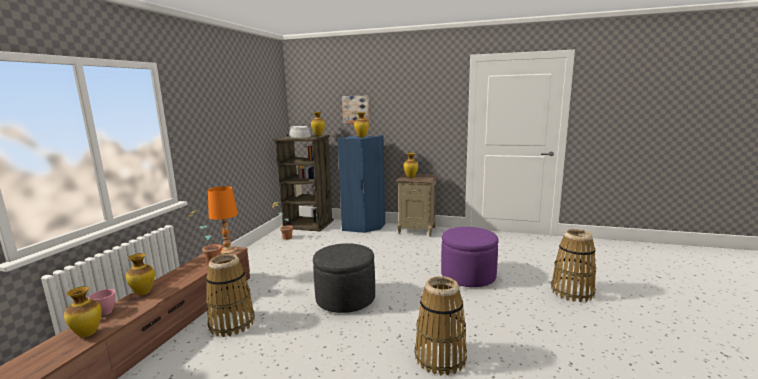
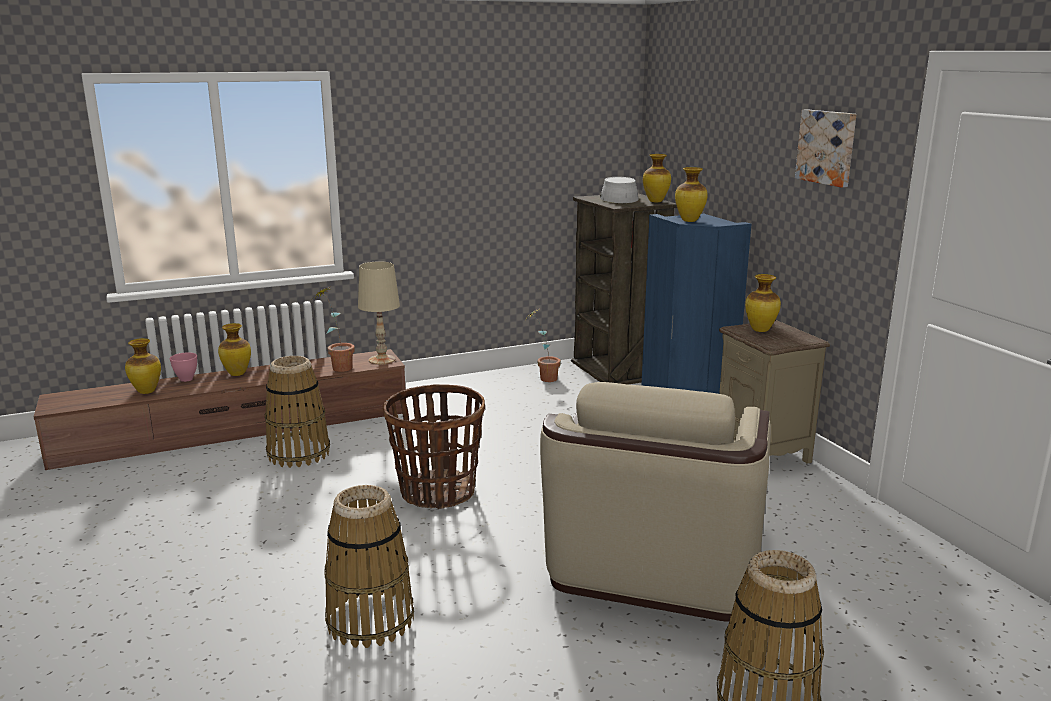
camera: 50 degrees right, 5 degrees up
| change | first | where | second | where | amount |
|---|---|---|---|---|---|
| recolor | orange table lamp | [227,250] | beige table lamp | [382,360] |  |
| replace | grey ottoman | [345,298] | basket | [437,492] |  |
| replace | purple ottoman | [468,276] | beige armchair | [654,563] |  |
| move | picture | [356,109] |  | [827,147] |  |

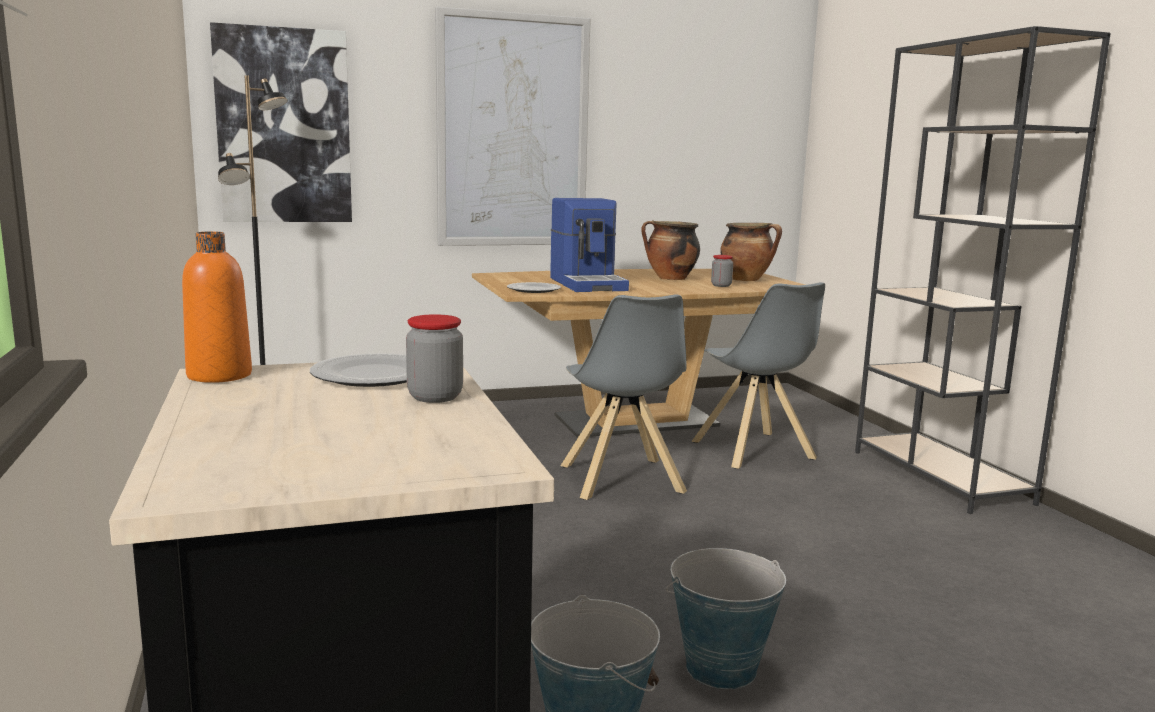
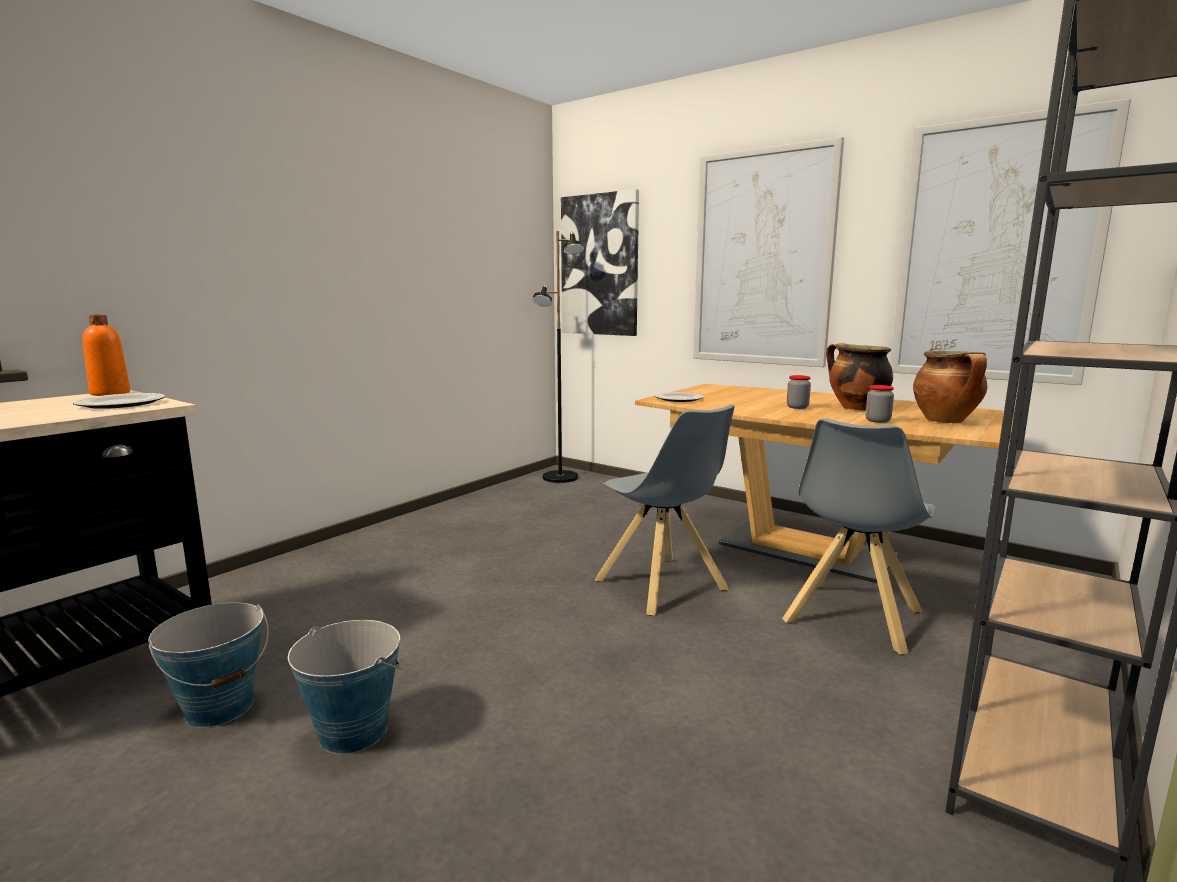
camera: 55 degrees right, 0 degrees up
| change | first | where | second | where | amount |
|---|---|---|---|---|---|
| rotate | grey chair | [622,480] |  | [663,586] | 75 degrees counterclockwise |
| move | jar | [435,397] |  | [797,407] |  |
| insert |  |  | picture | [996,252] |  |
| delete | coffee machine | [588,284] |  |  |  |

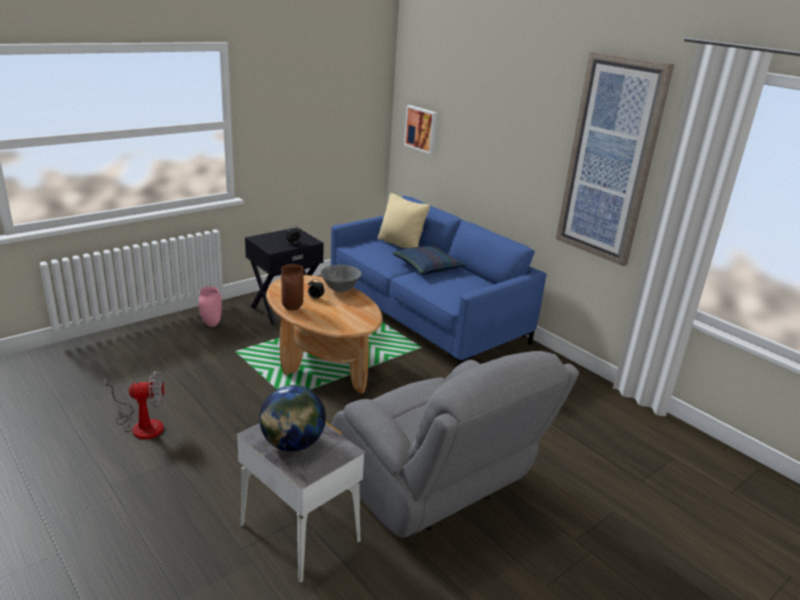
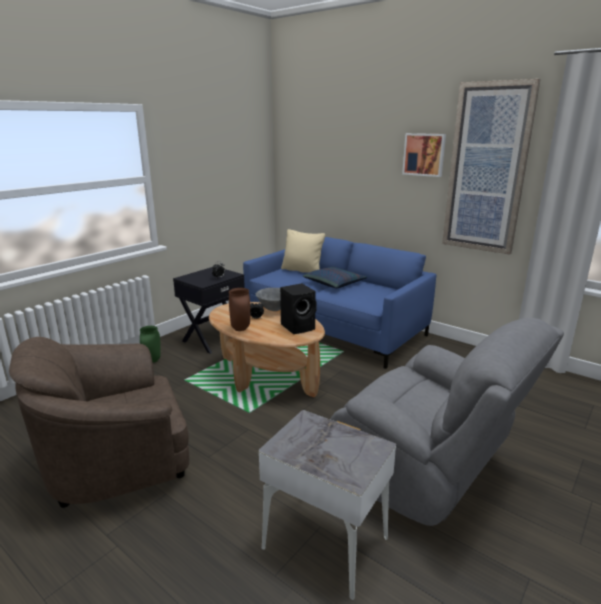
camera: 10 degrees left, 5 degrees down
| change | first | where | second | where | amount |
|---|---|---|---|---|---|
| replace | fan | [141,425] | brown armchair | [118,464] |  |
| recolor | pink vase | [211,324] | green vase | [152,360] |  |
| insert |  |  | black speaker | [299,327] |  |
| move | picture | [422,129] |  | [424,154] |  |
| delete | globe | [292,444] |  |  |  |

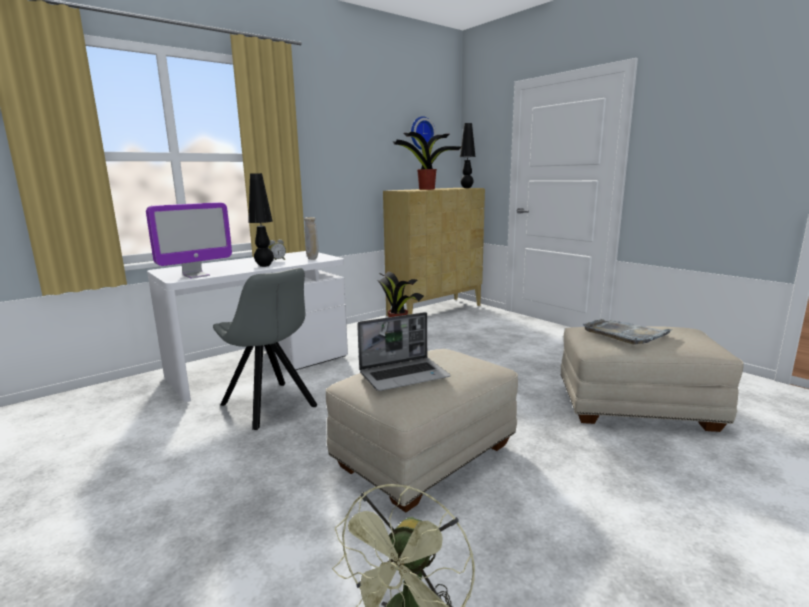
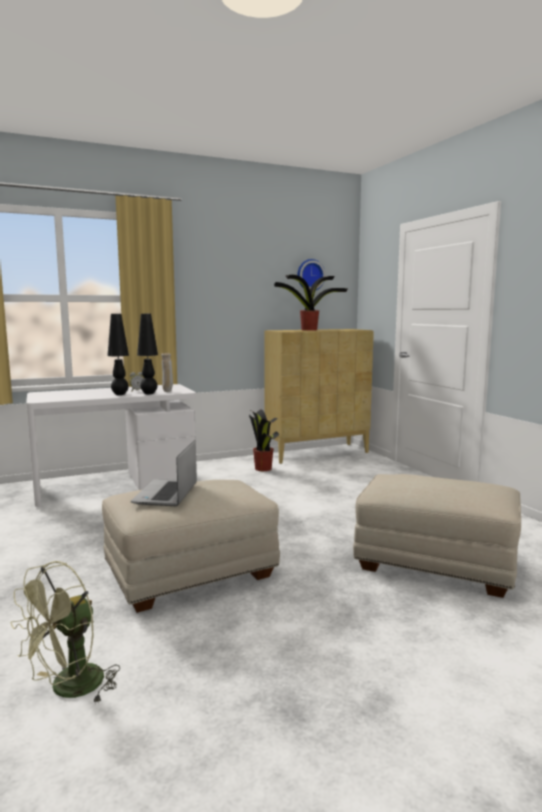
camera: 15 degrees right, 5 degrees down
| change | first | where | second | where | amount |
|---|---|---|---|---|---|
| rotate | laptop | [404,375] |  | [166,494] | 105 degrees clockwise |
| move | black table lamp | [466,188] |  | [149,393] |  |
| delete | monitor | [196,275] |  |  |  |
| delete | grey chair | [269,405] |  |  |  |
| delete | grey tray | [625,333] |  |  |  |

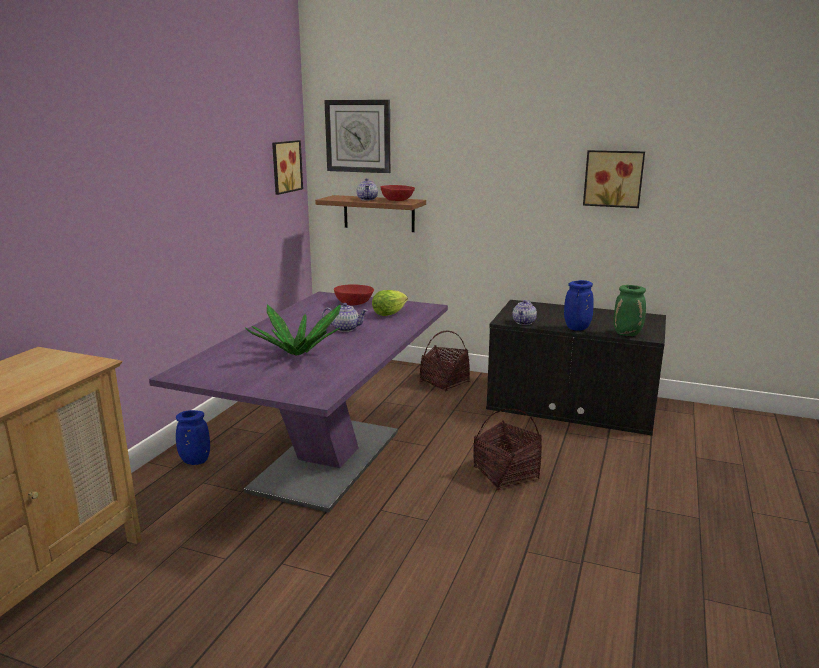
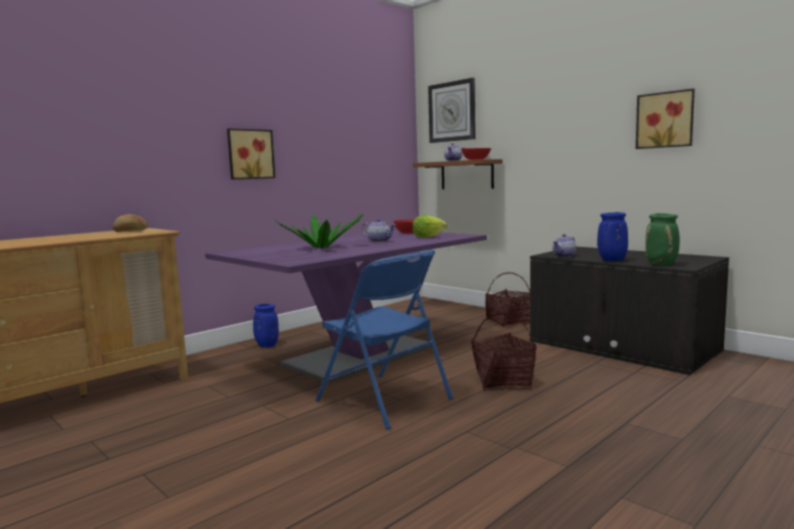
camera: 25 degrees right, 10 degrees down
| change | first | where | second | where | amount |
|---|---|---|---|---|---|
| insert |  |  | bread | [130,231] |  |
| move | picture | [285,166] |  | [250,154] |  |
| insert |  |  | blue chair | [383,400] |  |

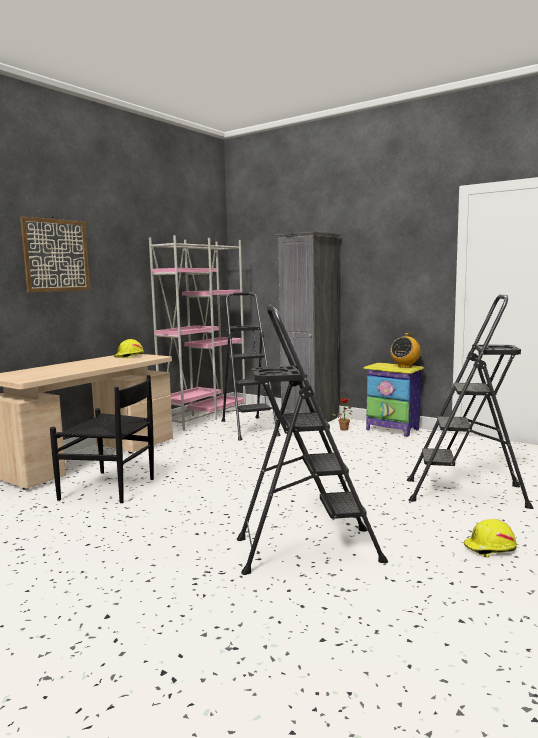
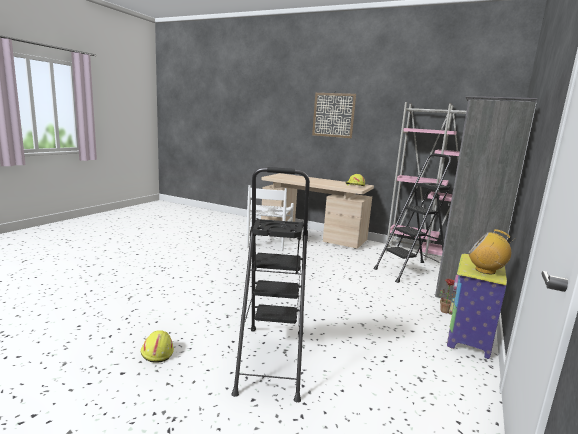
camera: 80 degrees right, 5 degrees up
| change | first | where | second | where | amount |
|---|---|---|---|---|---|
| recolor | black chair | [110,488] | white chair | [267,243] |  |
| delete | step ladder | [306,549] |  |  |  |

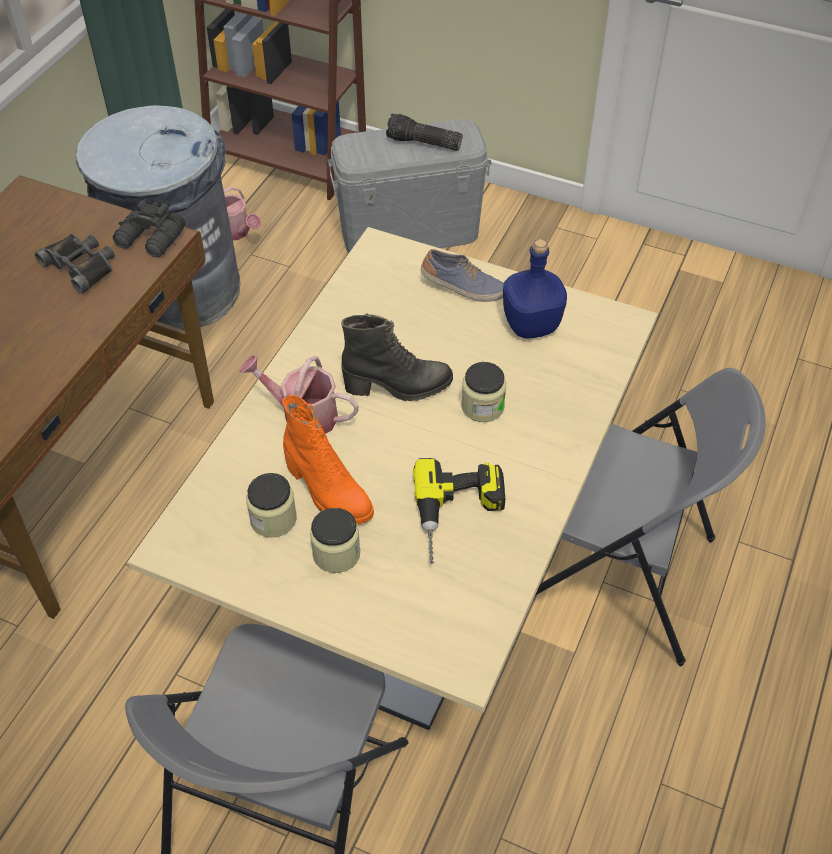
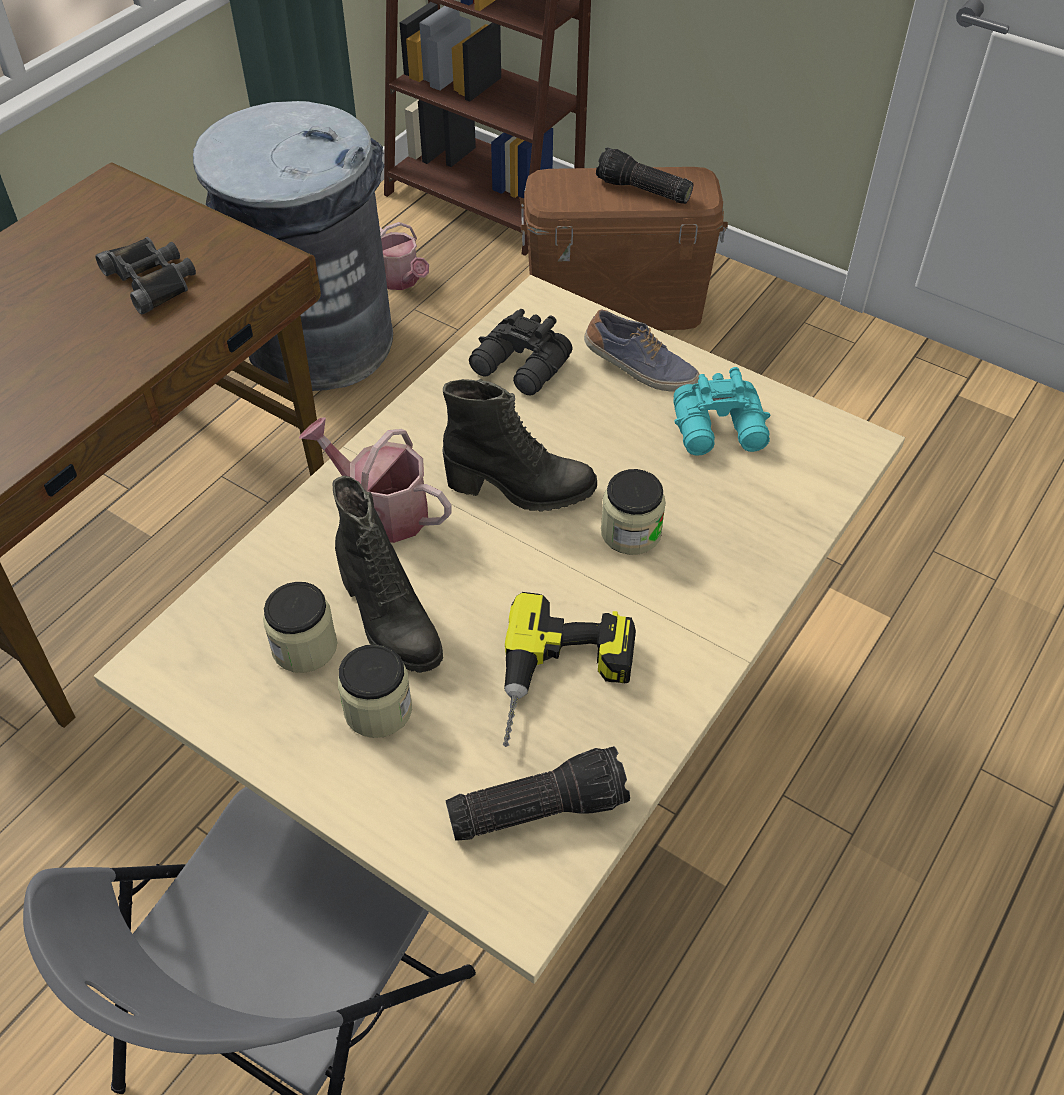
camera: 10 degrees right, 0 degrees up
| change | first | where | second | where | amount |
|---|---|---|---|---|---|
| recolor | orange boot | [327,492] | black boot | [388,620] |  |
| insert |  |  | flashlight | [538,806] |  |
| move | black binoculars | [151,239] |  | [521,368] |  |
| recolor | grey storage box | [409,232] | brown storage box | [615,306] |  |
| replace | blue bottle | [530,325] | turquoise binoculars | [721,430] |  |
| delete | grey chair | [611,573] |  |  |  |

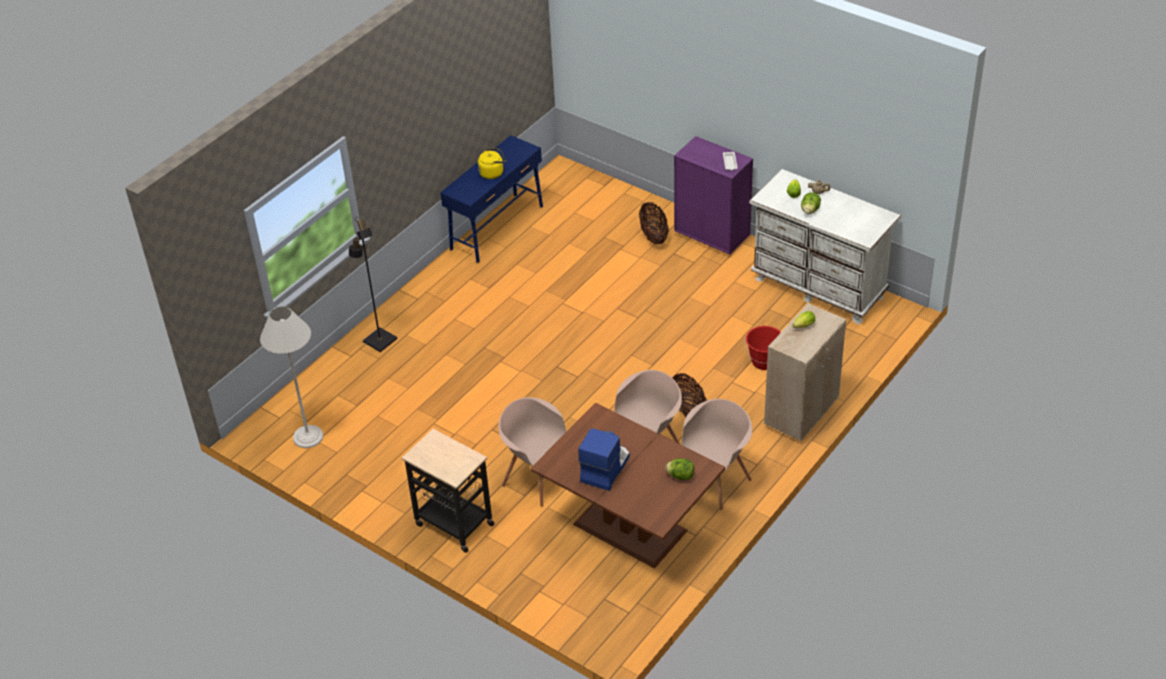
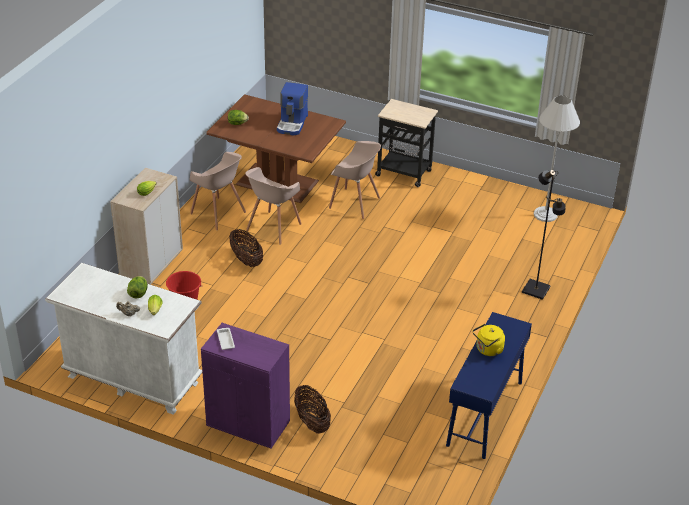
camera: 165 degrees right, 5 degrees down
| change | first | where | second | where | amount |
|---|---|---|---|---|---|
| rotate | beige chair | [716,483] |  | [218,214] | 75 degrees counterclockwise |

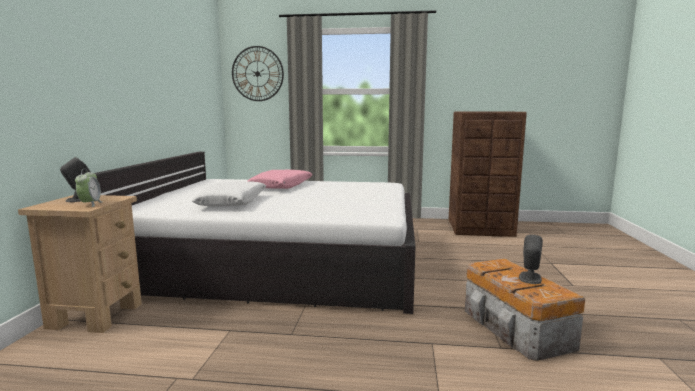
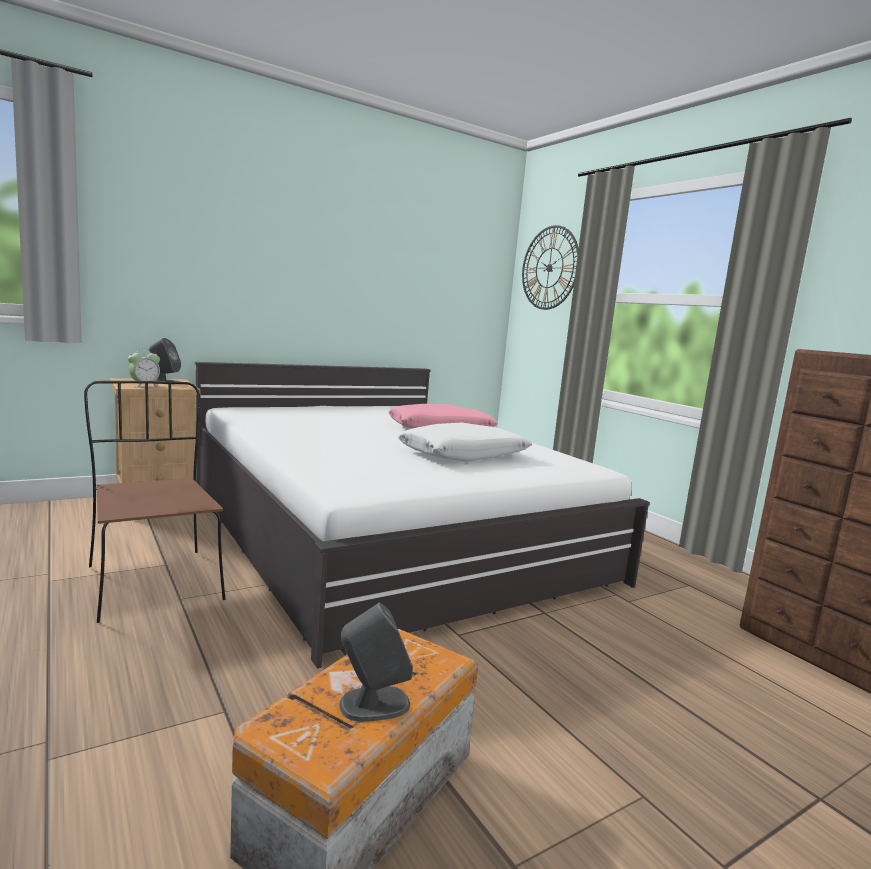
camera: 50 degrees right, 0 degrees up
| change | first | where | second | where | amount |
|---|---|---|---|---|---|
| insert |  |  | brown chair | [153,582] |  |
| move | white pillow | [232,202] |  | [464,455] |  |

